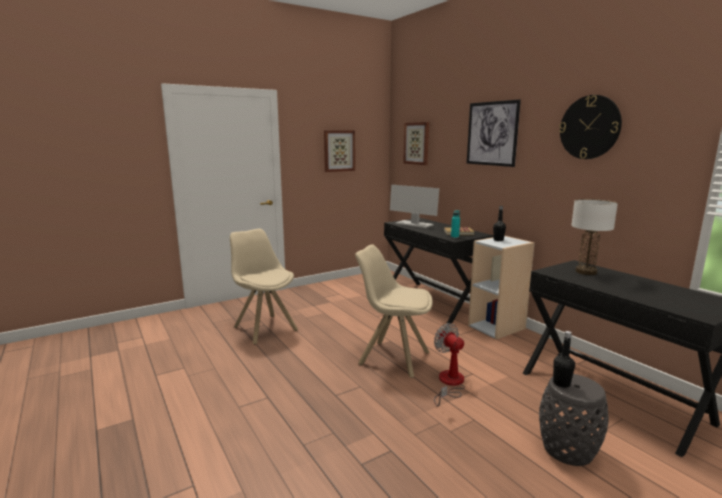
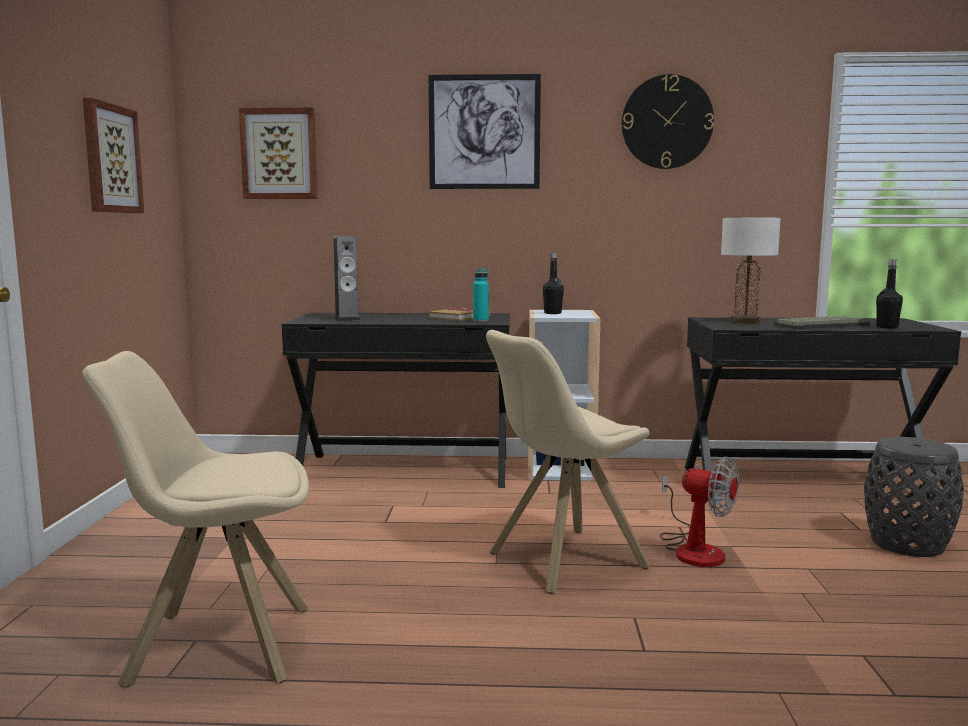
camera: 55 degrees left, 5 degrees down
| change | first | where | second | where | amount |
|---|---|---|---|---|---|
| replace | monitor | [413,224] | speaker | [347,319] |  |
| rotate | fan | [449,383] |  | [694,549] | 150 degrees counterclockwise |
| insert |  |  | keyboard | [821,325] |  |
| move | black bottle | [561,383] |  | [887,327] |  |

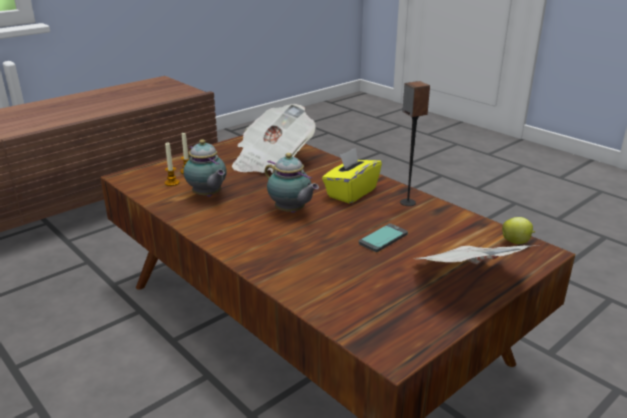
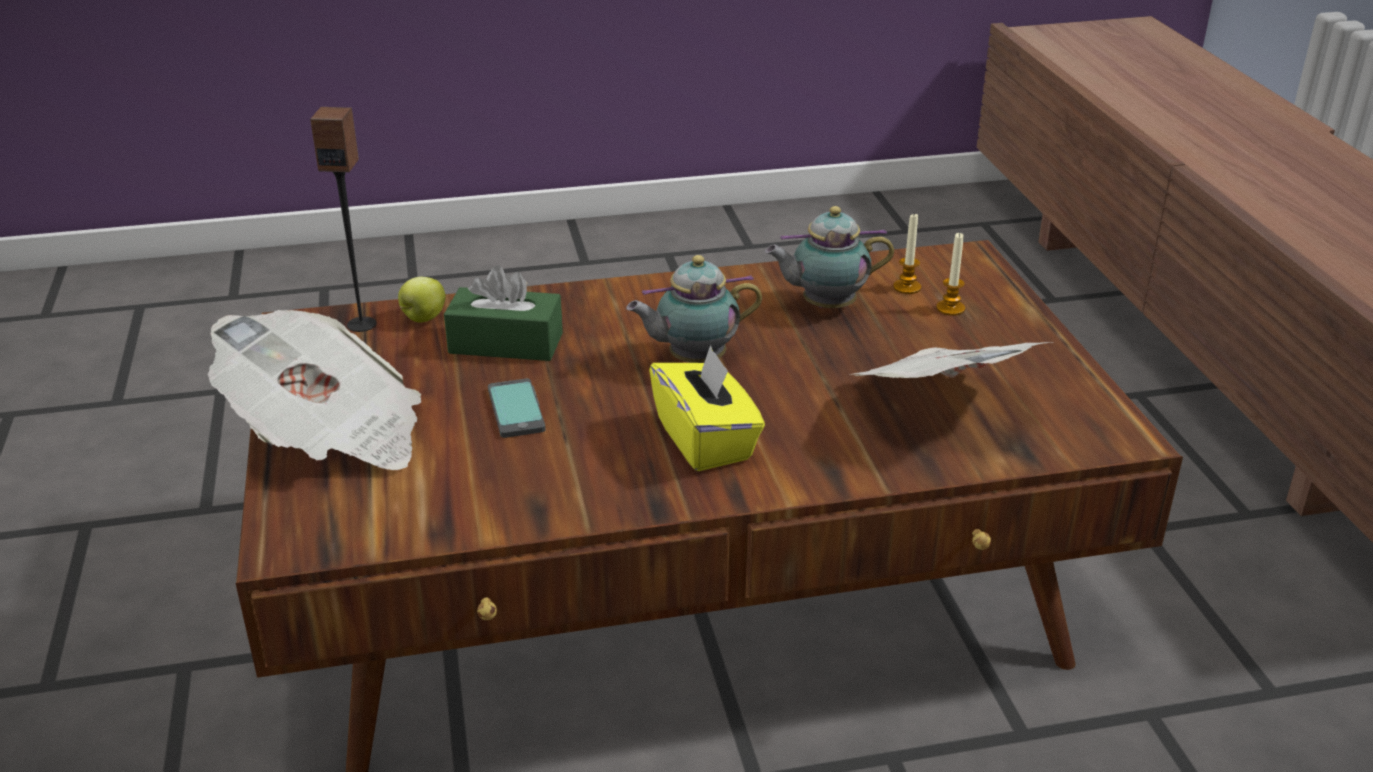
camera: 120 degrees right, 5 degrees up
| change | first | where | second | where | amount |
|---|---|---|---|---|---|
| move | speaker | [407,202] |  | [362,324] |  |
| move | apple | [516,242] |  | [423,319] |  |
| insert |  |  | green tissue box | [506,343] |  |

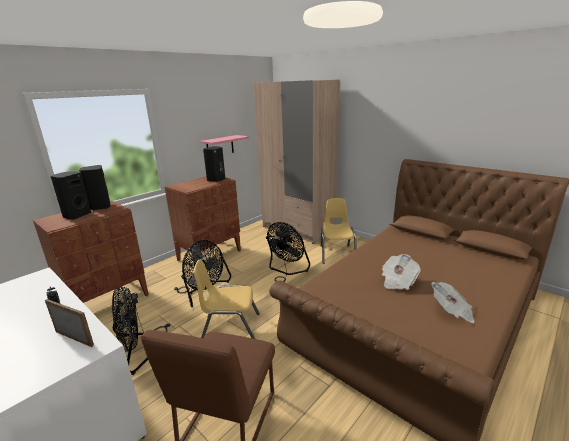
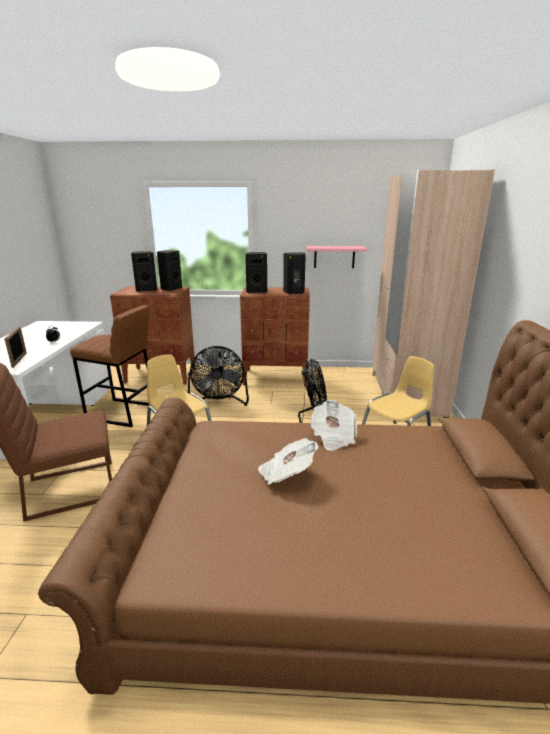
camera: 50 degrees right, 0 degrees up
| change | first | where | second | where | amount |
|---|---|---|---|---|---|
| replace | black fan | [139,346] | brown stool | [123,412] |  |
| insert |  |  | black speaker | [257,291] |  |
| move | newspaper | [451,311] |  | [333,437] |  |

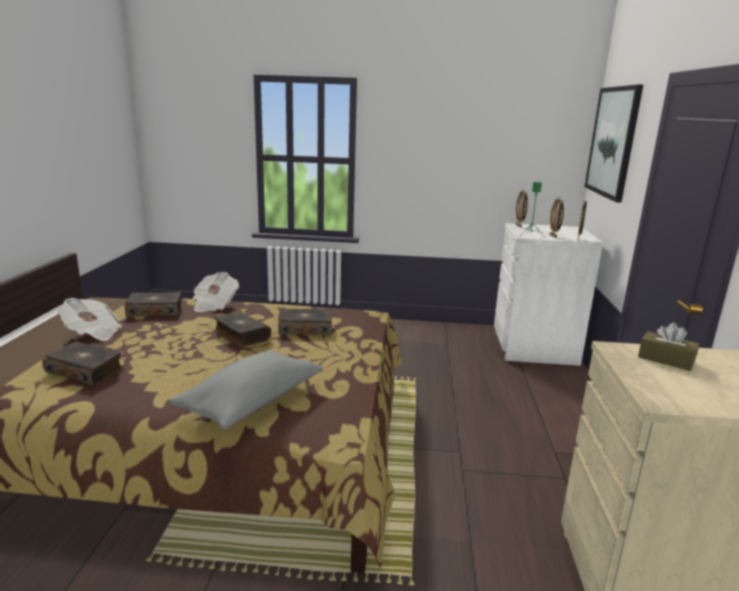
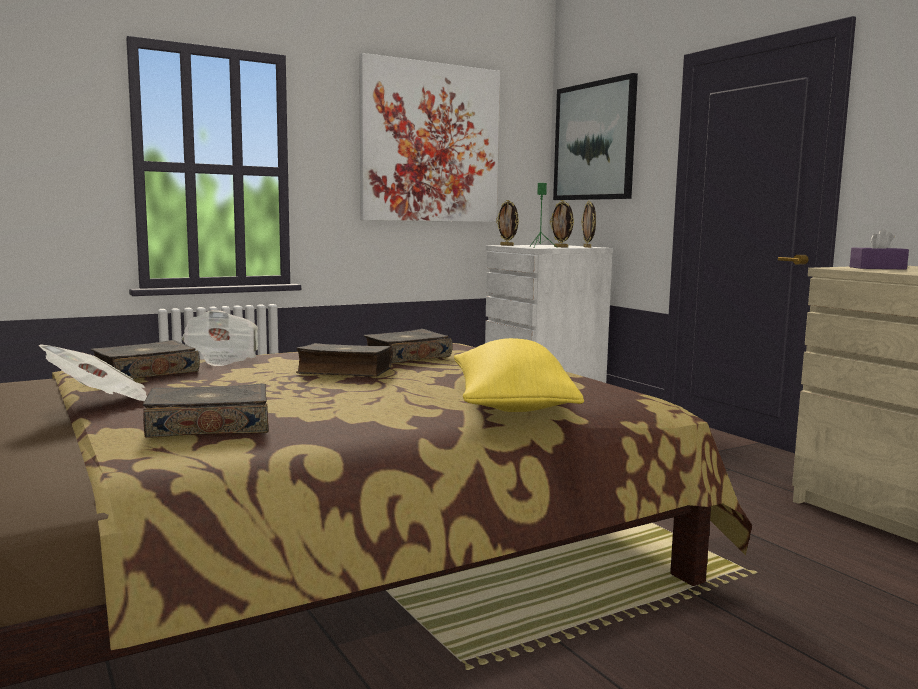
camera: 35 degrees left, 10 degrees down
| change | first | where | second | where | amount |
|---|---|---|---|---|---|
| insert |  |  | picture | [430,143] |  |
| recolor | grey pillow | [251,402] | yellow pillow | [510,405] |  |
| recolor | brown tissue box | [665,359] | purple tissue box | [877,268] |  |

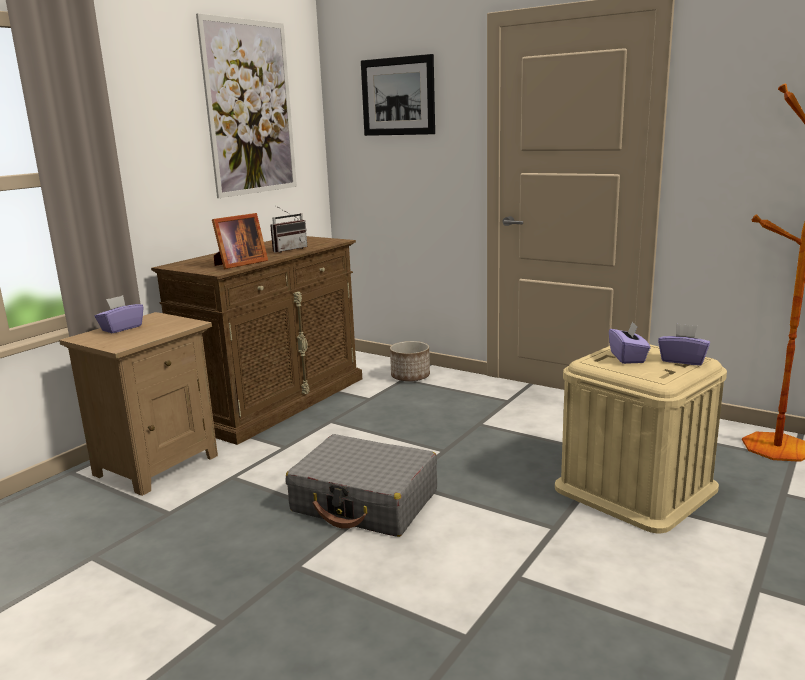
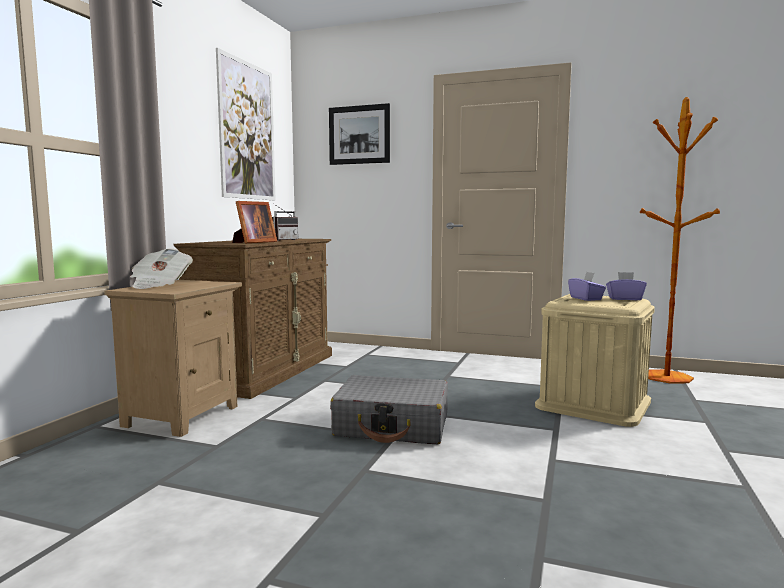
camera: 15 degrees left, 10 degrees down
| change | first | where | second | where | amount |
|---|---|---|---|---|---|
| replace | purple tissue box | [121,328] | newspaper | [160,285] |  |
| delete | planter | [411,377] |  |  |  |

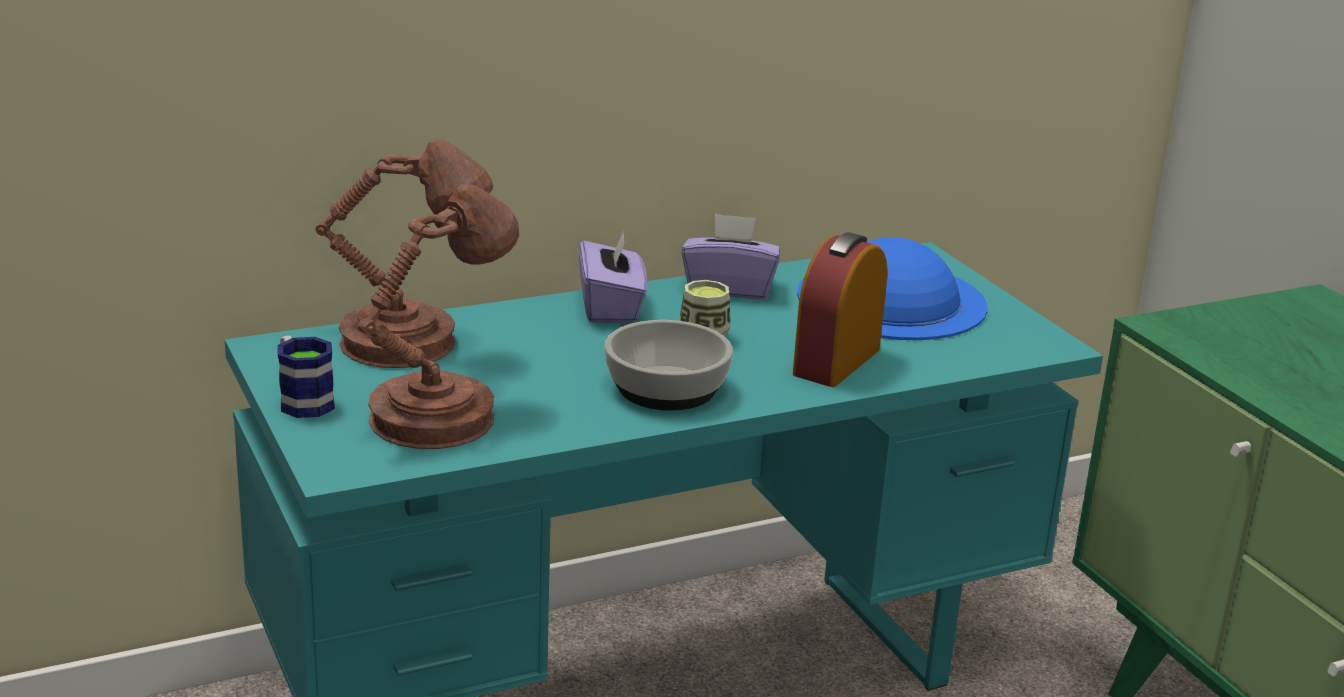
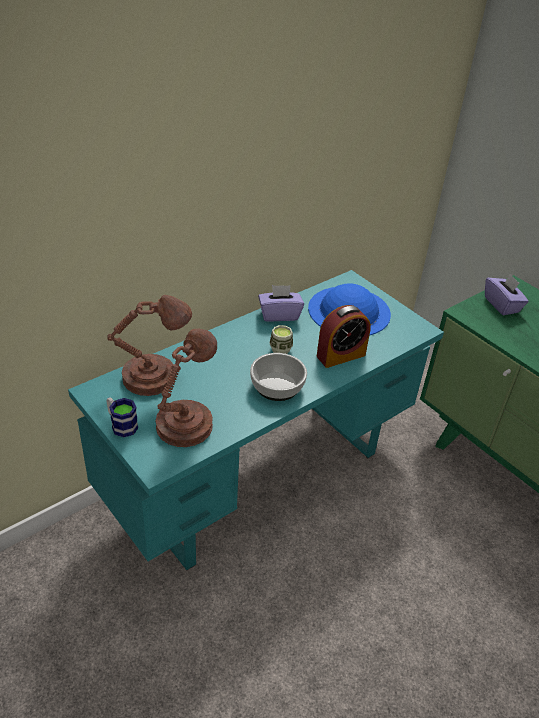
camera: 15 degrees left, 15 degrees up
| change | first | where | second | where | amount |
|---|---|---|---|---|---|
| rotate | alarm clock | [836,362] |  | [341,355] | 135 degrees counterclockwise |
| move | purple tissue box | [611,307] |  | [502,305] |  |

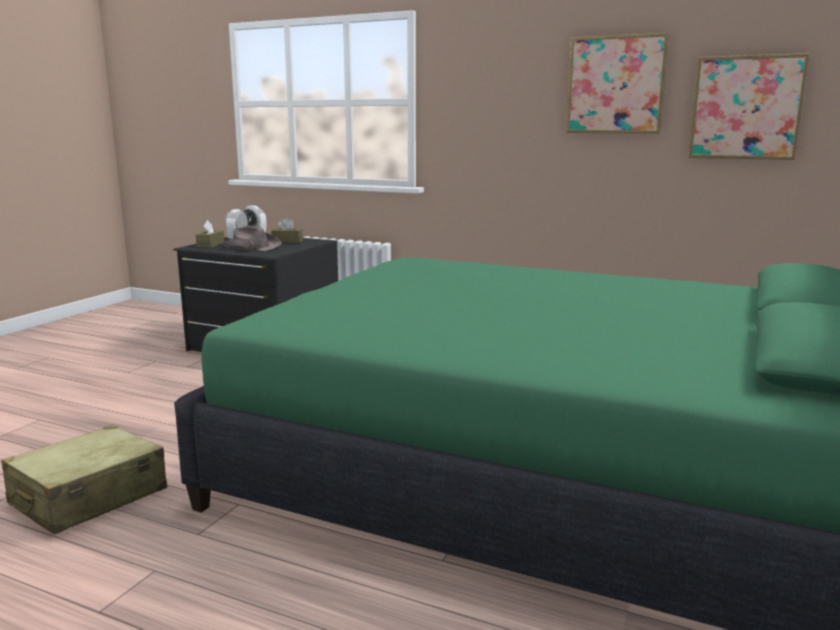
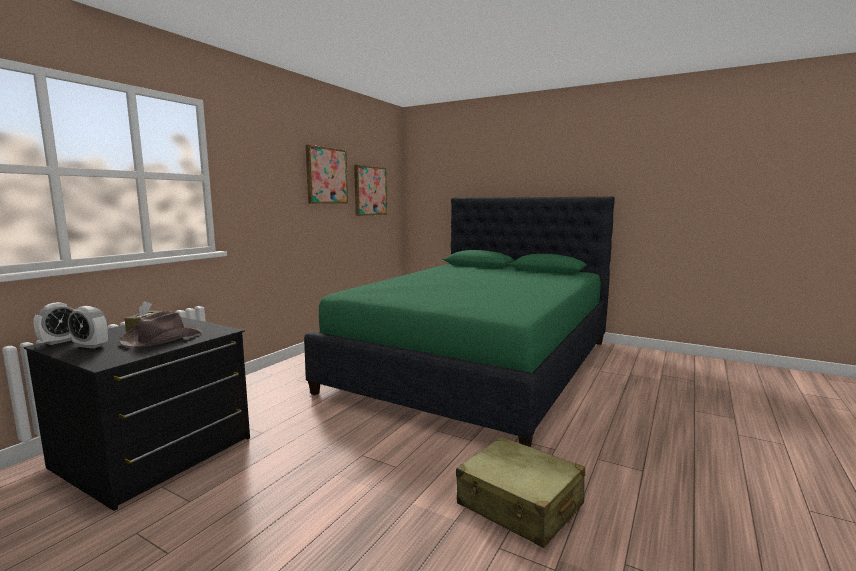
camera: 85 degrees left, 5 degrees down
| change | first | where | second | where | amount |
|---|---|---|---|---|---|
| delete | brown tissue box | [210,245] |  |  |  |

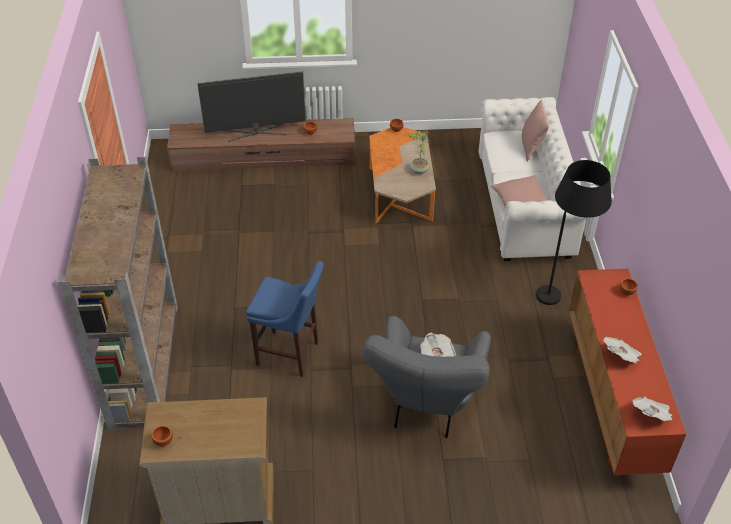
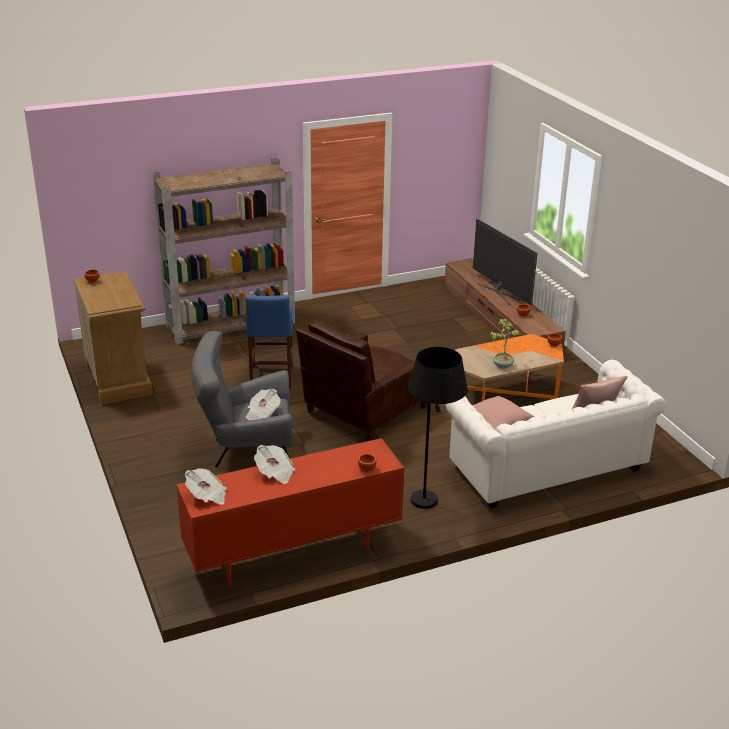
camera: 70 degrees right, 15 degrees down
| change | first | where | second | where | amount |
|---|---|---|---|---|---|
| insert |  |  | brown armchair | [363,411] |  |

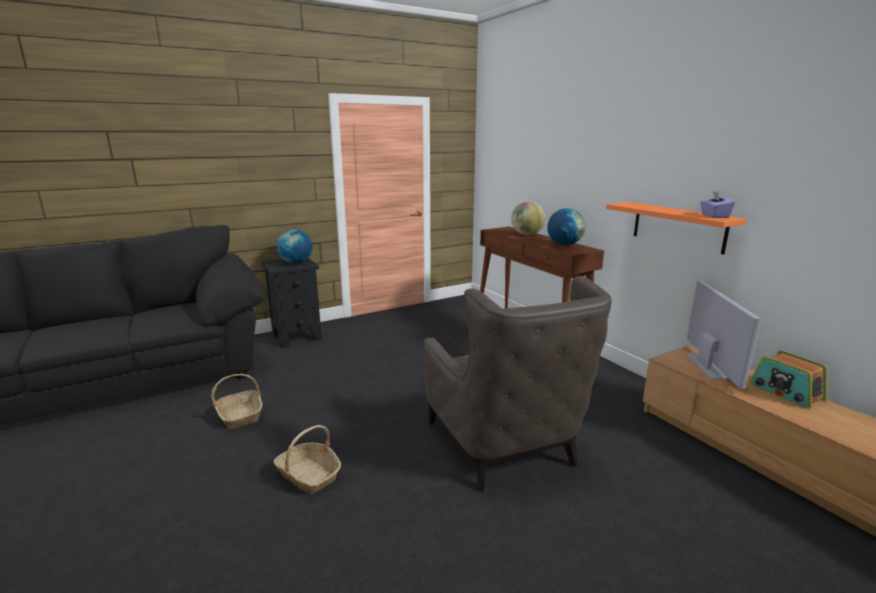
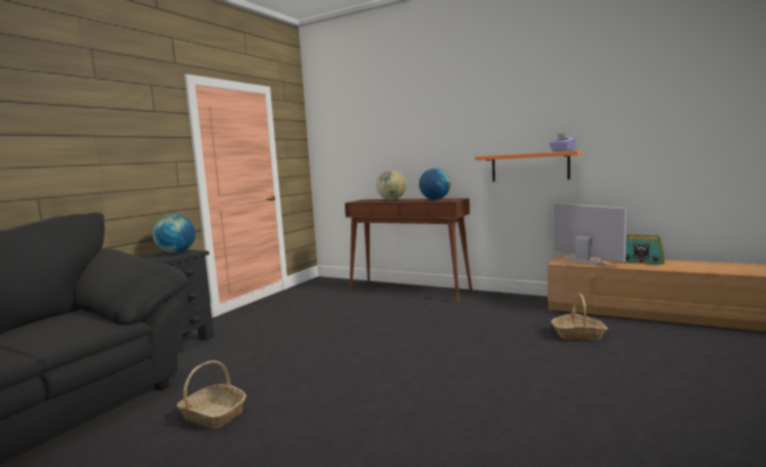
camera: 30 degrees left, 10 degrees down
| change | first | where | second | where | amount |
|---|---|---|---|---|---|
| move | basket | [309,475] |  | [578,335] |  |
| delete | grey armchair | [505,447] |  |  |  |

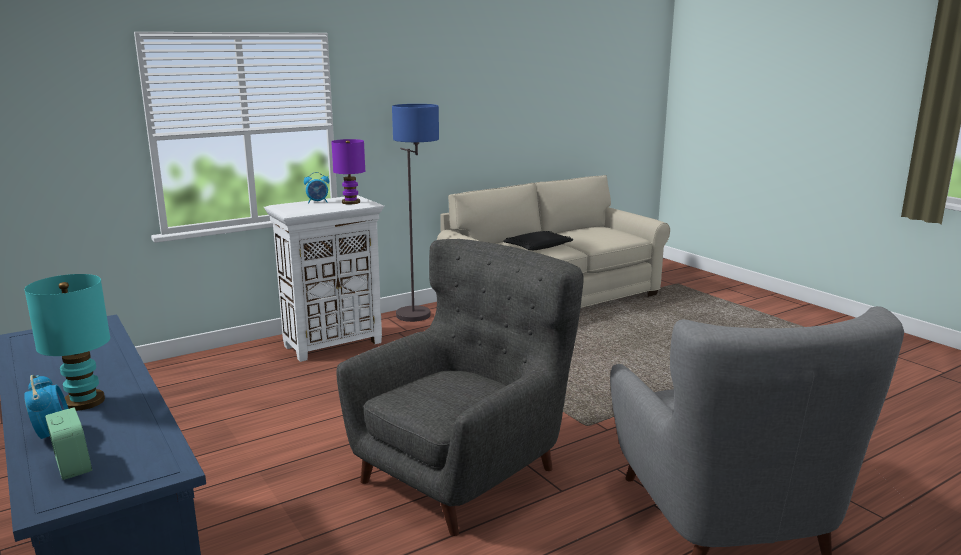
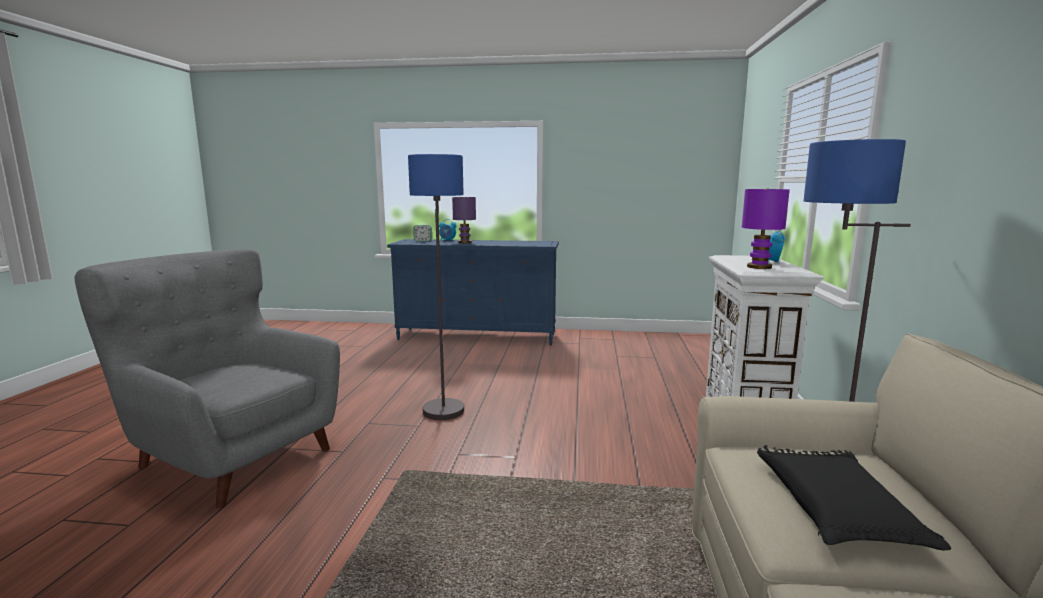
camera: 130 degrees right, 5 degrees down
| change | first | where | second | where | amount |
|---|---|---|---|---|---|
| replace | grey armchair | [463,471] | blue floor lamp | [443,406] |  |
| recolor | turquoise table lamp | [85,402] | purple table lamp | [464,242] |  |

